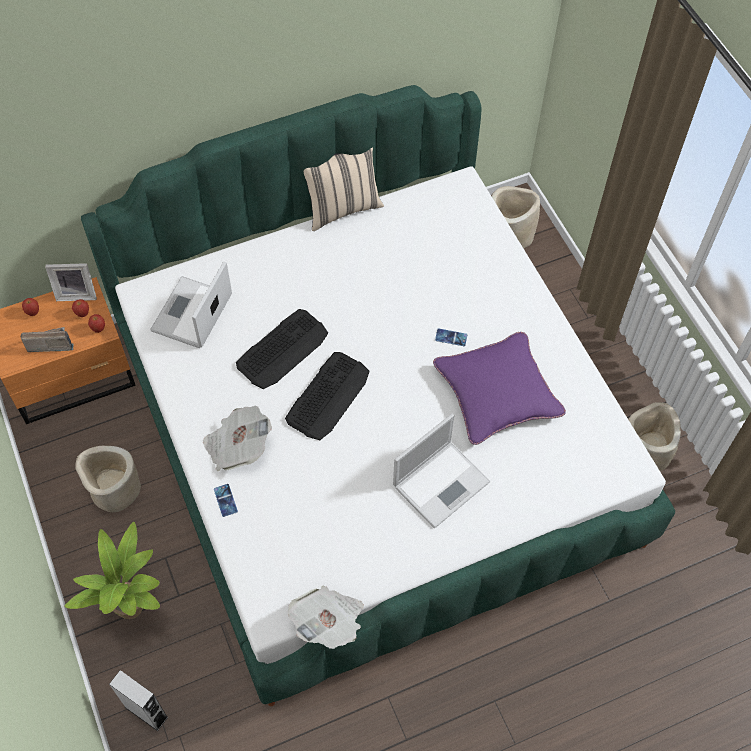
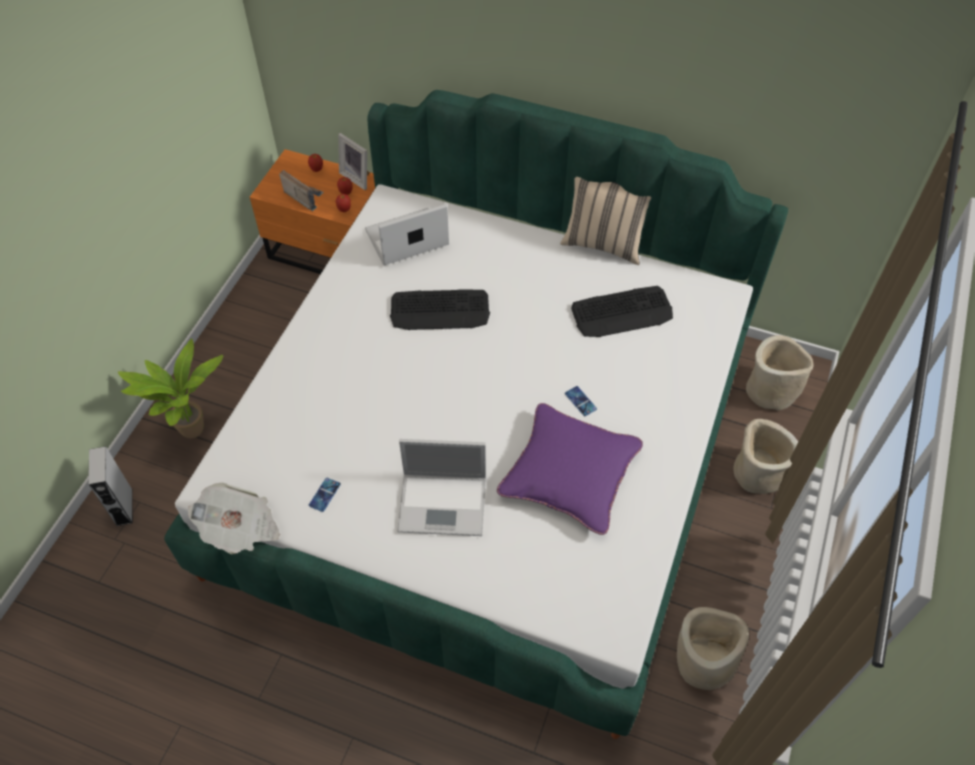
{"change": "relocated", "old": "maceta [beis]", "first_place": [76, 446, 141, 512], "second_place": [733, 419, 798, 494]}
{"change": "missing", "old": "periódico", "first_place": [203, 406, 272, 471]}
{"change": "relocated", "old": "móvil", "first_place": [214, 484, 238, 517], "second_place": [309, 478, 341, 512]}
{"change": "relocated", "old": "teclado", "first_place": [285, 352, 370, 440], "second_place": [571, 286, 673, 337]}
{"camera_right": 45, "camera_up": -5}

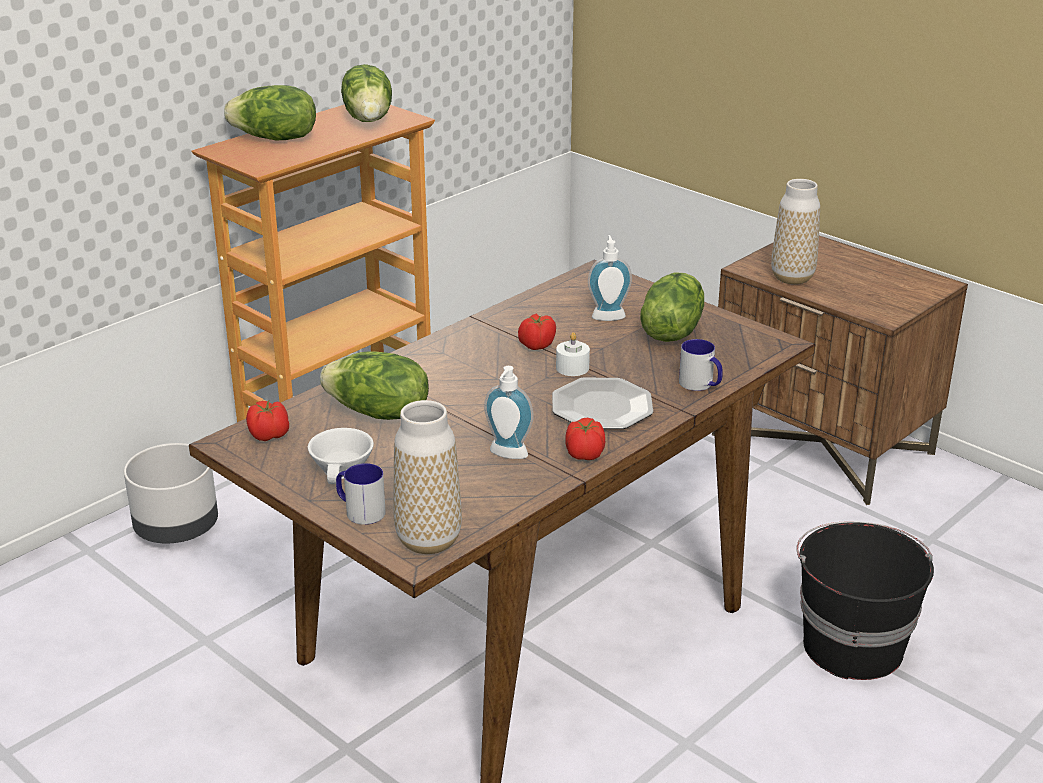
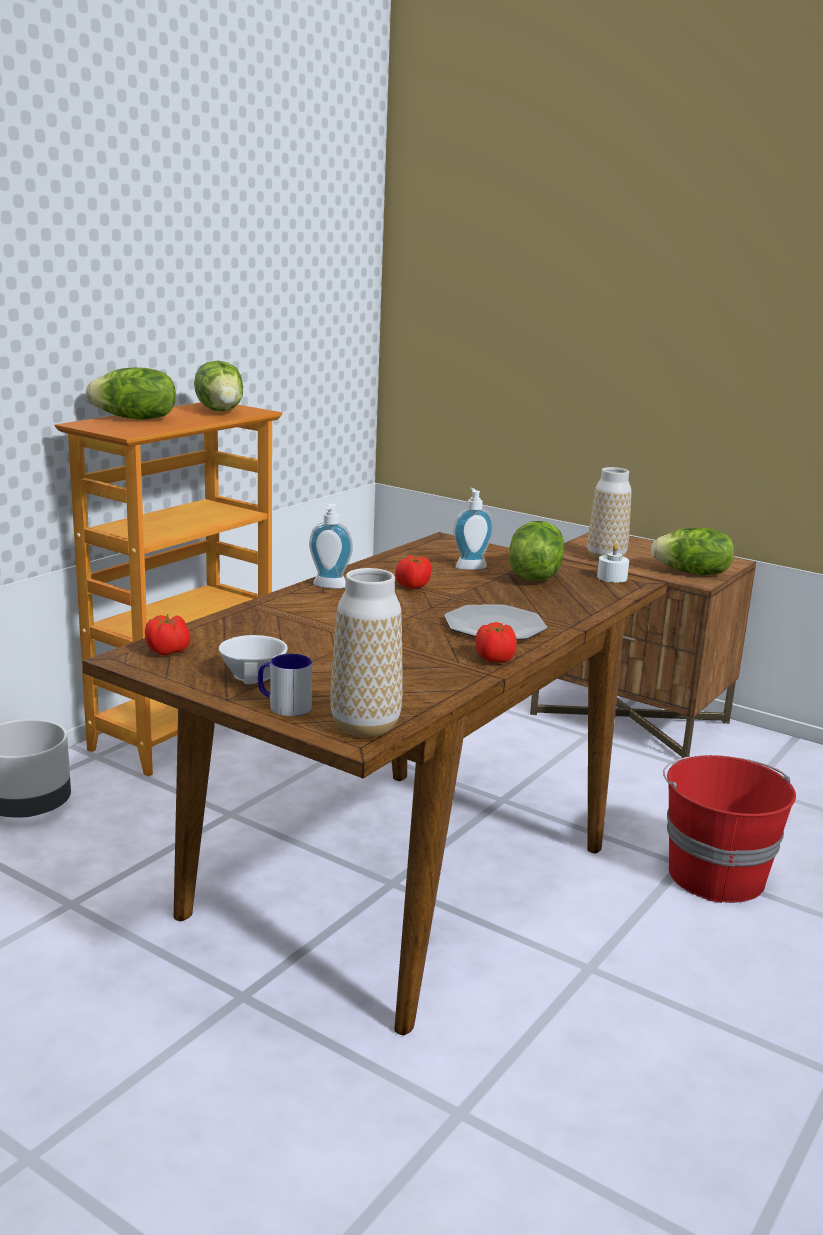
{"change": "relocated", "old": "lechuga", "first_place": [320, 351, 429, 420], "second_place": [651, 528, 734, 575]}
{"change": "relocated", "old": "dispensador de jabón", "first_place": [484, 366, 534, 459], "second_place": [309, 504, 353, 589]}
{"change": "relocated", "old": "vela [blanco]", "first_place": [556, 332, 590, 376], "second_place": [597, 543, 629, 583]}
{"change": "missing", "old": "taza grande", "first_place": [679, 339, 723, 391]}
{"change": "colour", "old": "cubo [negro]", "new": "cubo [rojo]", "first_place": [796, 521, 934, 680], "second_place": [663, 755, 796, 903]}
{"camera_right": -10, "camera_up": -10}

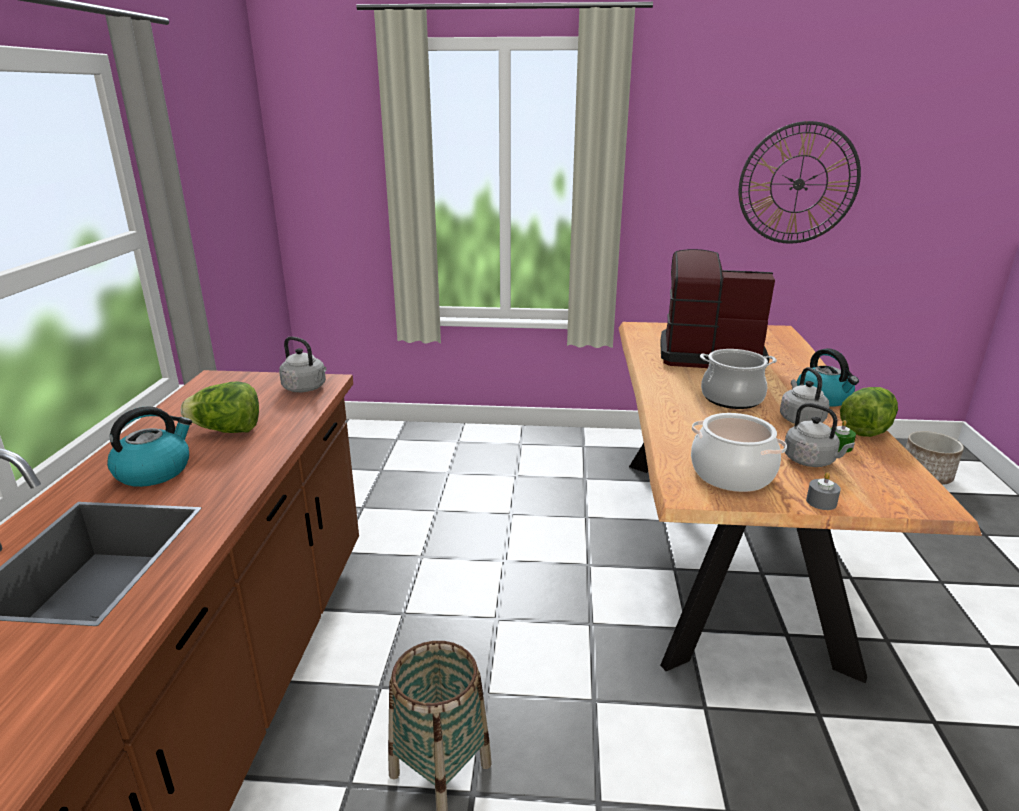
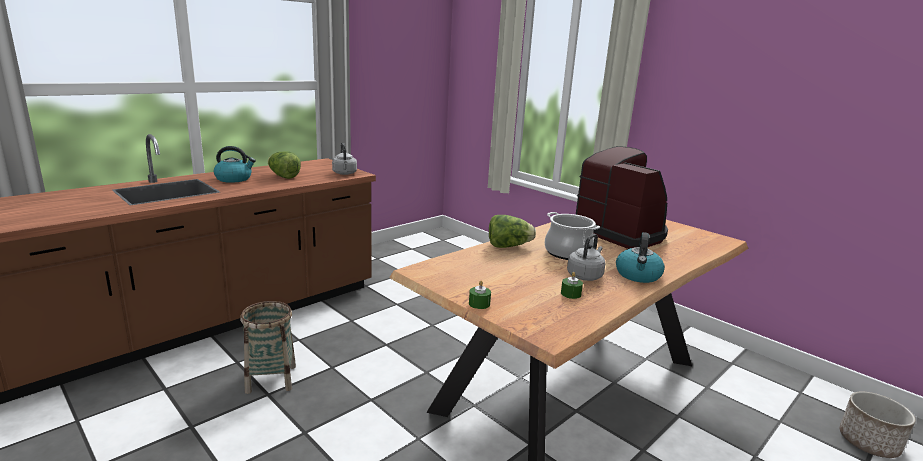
{"change": "missing", "old": "olla", "first_place": [691, 413, 787, 492]}
{"change": "missing", "old": "reloj de pared", "first_place": [739, 121, 861, 244]}
{"change": "missing", "old": "hervidor [gris]", "first_place": [784, 403, 855, 467]}
{"change": "colour", "old": "vela [gris]", "new": "vela [verde]", "first_place": [806, 472, 841, 510], "second_place": [469, 281, 491, 309]}
{"change": "relocated", "old": "lechuga", "first_place": [840, 387, 898, 437], "second_place": [489, 215, 536, 248]}
{"camera_right": 40, "camera_up": -5}

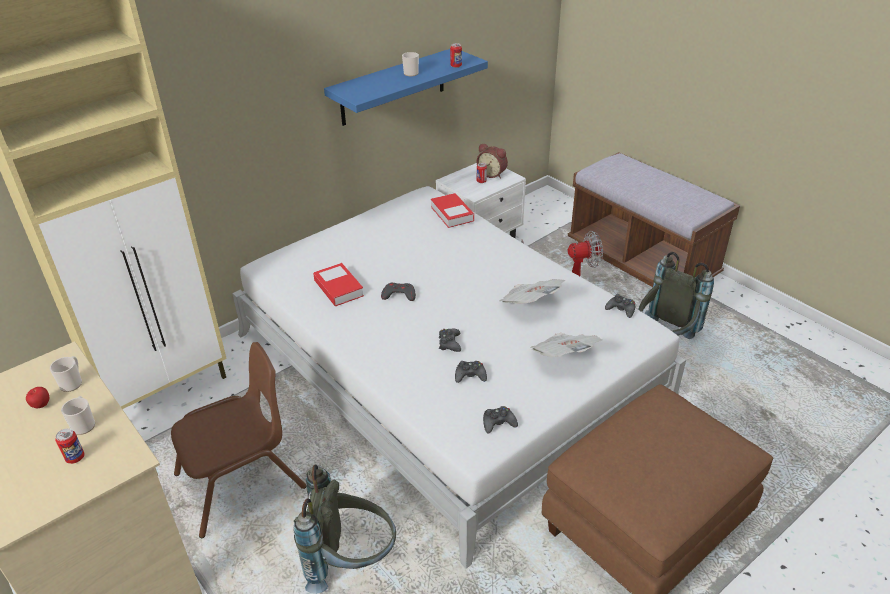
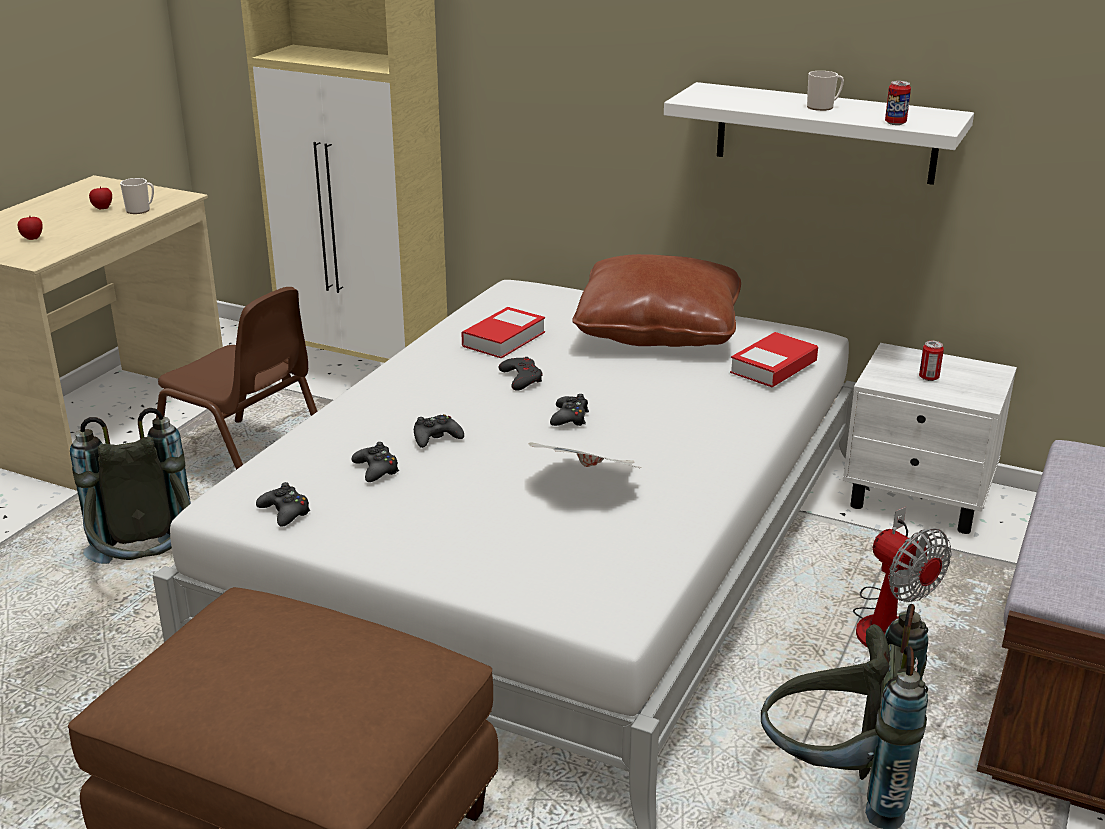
{"change": "exchanged", "old": "lata", "new": "manzana", "first_place": [55, 428, 85, 464], "second_place": [18, 215, 43, 240]}
{"change": "missing", "old": "taza grande", "first_place": [61, 396, 95, 435]}
{"change": "colour", "old": "estante [azul]", "new": "estante [blanco]", "first_place": [324, 49, 488, 126], "second_place": [664, 82, 974, 185]}
{"change": "missing", "old": "despertador", "first_place": [477, 143, 508, 179]}
{"change": "missing", "old": "periódico", "first_place": [531, 333, 602, 357]}
{"change": "relocated", "old": "mando de consola [negro]", "first_place": [605, 294, 635, 318], "second_place": [550, 394, 589, 426]}
{"change": "appeared", "new": "cojín [marrón]", "second_place": [572, 254, 741, 347]}
{"camera_right": 65, "camera_up": -10}

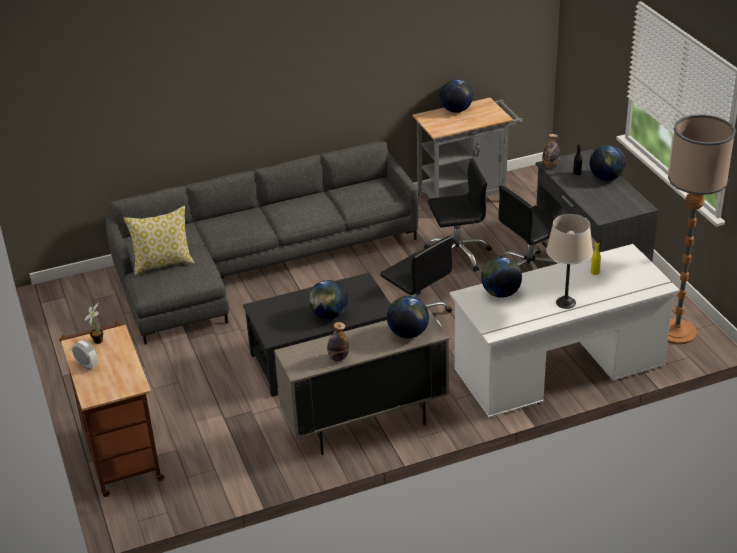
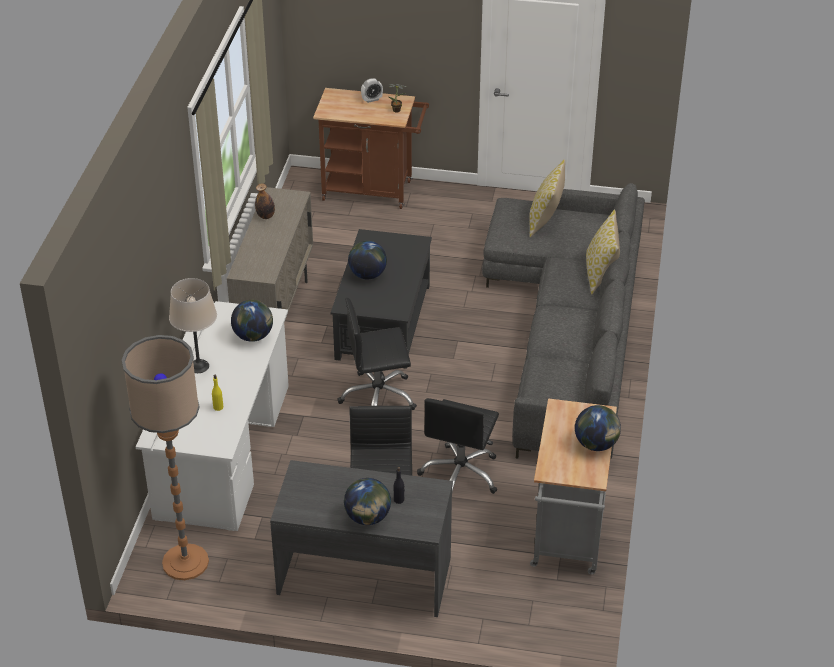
{"change": "missing", "old": "globo terráqueo", "first_place": [387, 296, 429, 338]}
{"change": "missing", "old": "botella", "first_place": [542, 134, 560, 168]}
{"change": "appeared", "new": "cojín", "second_place": [586, 209, 620, 295]}
{"camera_right": 120, "camera_up": 5}

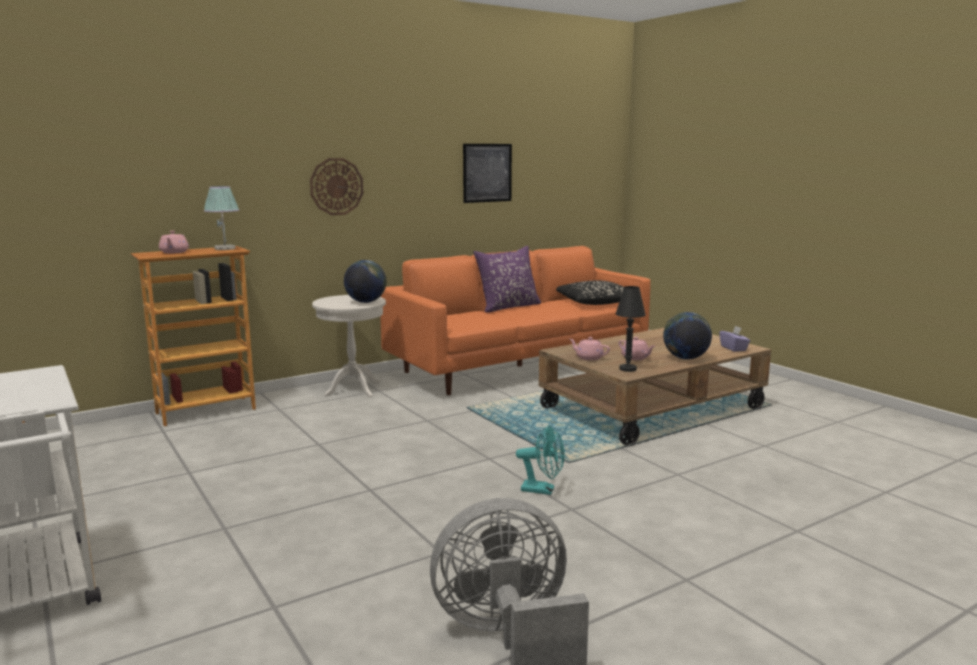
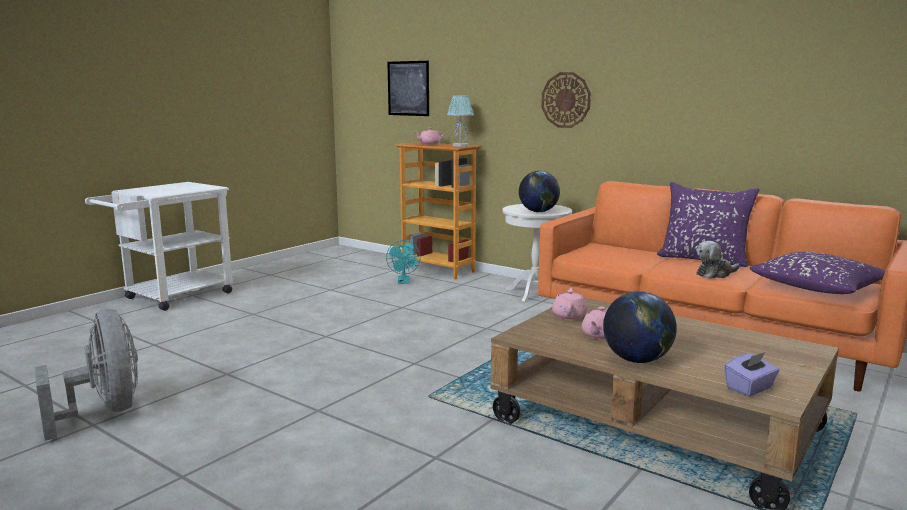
{"change": "relocated", "old": "cuadro", "first_place": [463, 144, 512, 203], "second_place": [387, 61, 429, 116]}
{"change": "relocated", "old": "ventilador [turquesa]", "first_place": [516, 425, 565, 495], "second_place": [386, 240, 421, 284]}
{"change": "colour", "old": "cojín [negro]", "new": "cojín [morado]", "first_place": [556, 280, 624, 305], "second_place": [750, 252, 886, 294]}
{"change": "missing", "old": "lámpara de mesa [negro]", "first_place": [616, 286, 646, 372]}
{"change": "appeared", "new": "peluche", "second_place": [696, 241, 740, 279]}
{"camera_right": 70, "camera_up": 0}

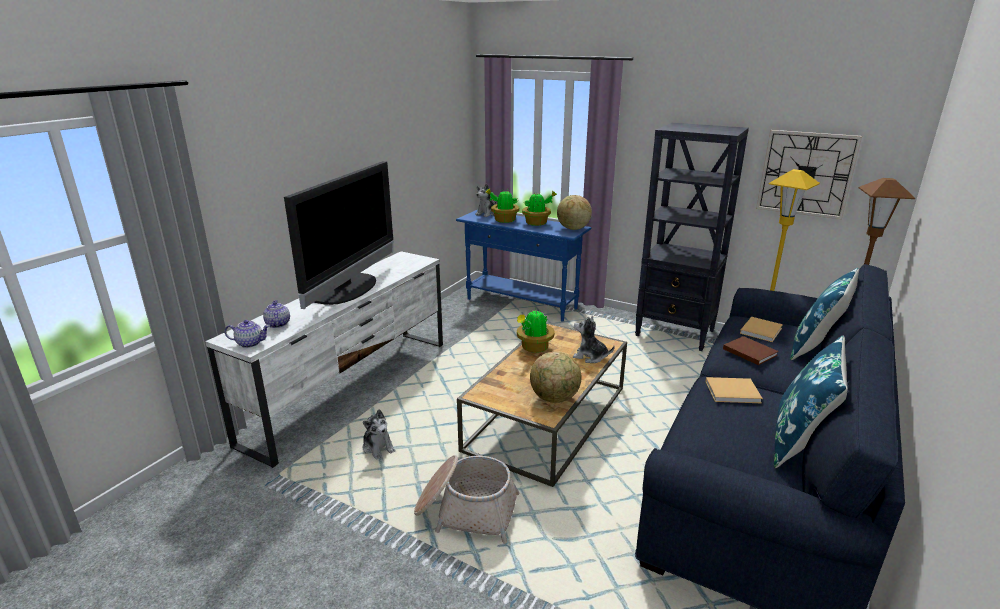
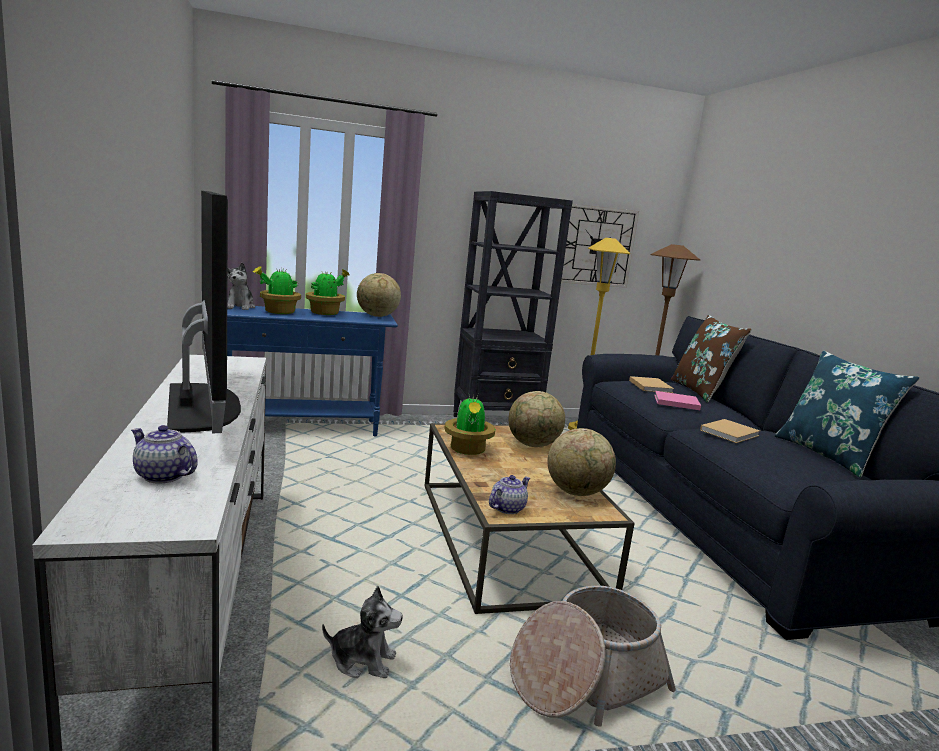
{"change": "relocated", "old": "tetera", "first_place": [225, 320, 270, 348], "second_place": [489, 475, 530, 514]}
{"change": "exchanged", "old": "peluche", "new": "globo terráqueo", "first_place": [573, 316, 615, 363], "second_place": [508, 391, 565, 447]}
{"change": "colour", "old": "libro [marrón]", "new": "libro [rosa]", "first_place": [723, 336, 779, 365], "second_place": [654, 391, 701, 410]}
{"change": "colour", "old": "cojín [azul]", "new": "cojín [marrón]", "first_place": [790, 268, 859, 360], "second_place": [671, 315, 752, 403]}
{"camera_right": -45, "camera_up": -10}

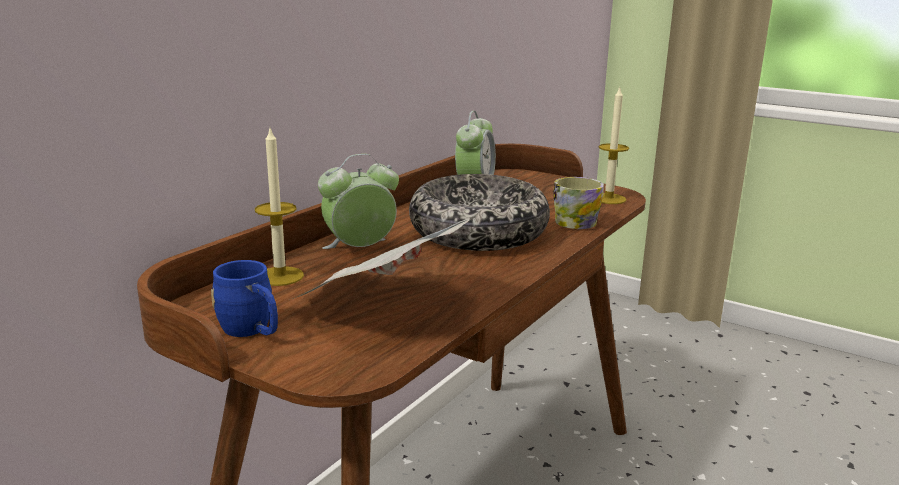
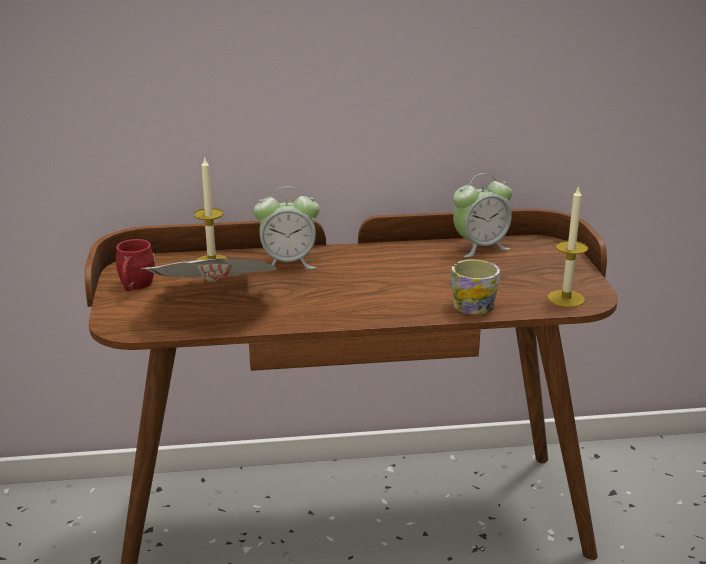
{"change": "colour", "old": "taza grande [azul]", "new": "taza grande [rojo]", "first_place": [211, 260, 278, 337], "second_place": [116, 239, 155, 291]}
{"change": "spun", "old": "despertador", "first_place": [318, 154, 399, 249], "second_place": [254, 187, 320, 271], "degrees": 150}
{"change": "missing", "old": "cuenco", "first_place": [409, 174, 550, 251]}
{"camera_right": 50, "camera_up": 5}

